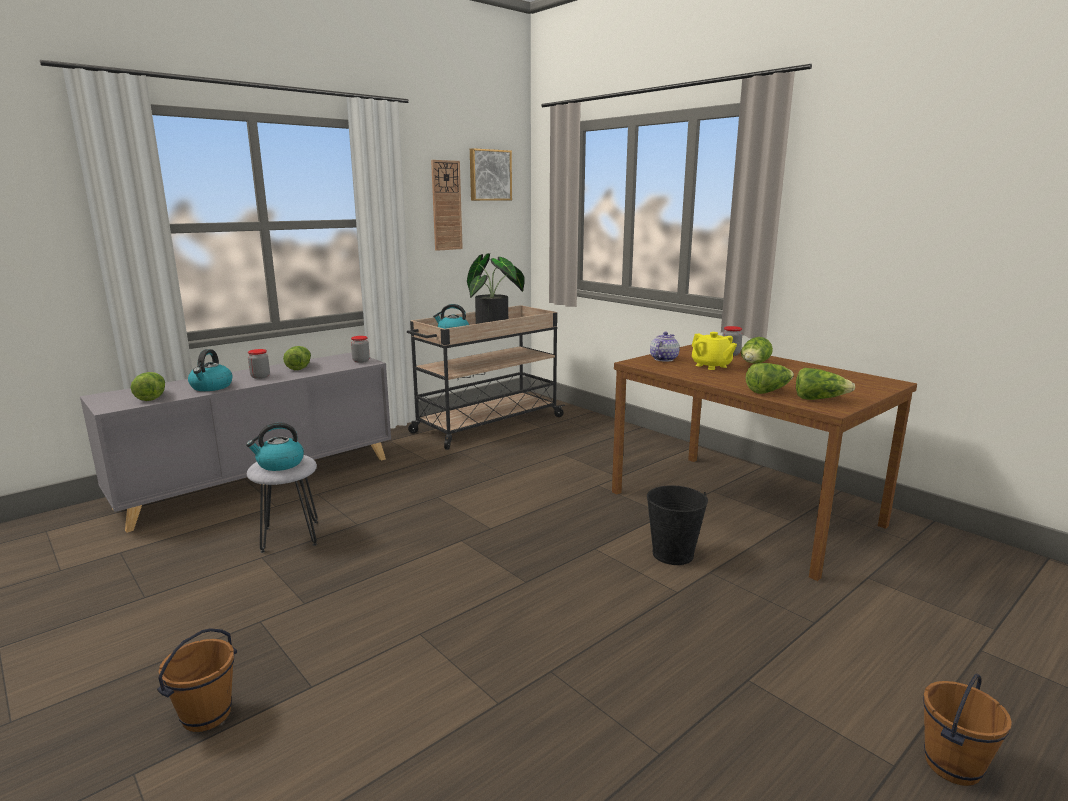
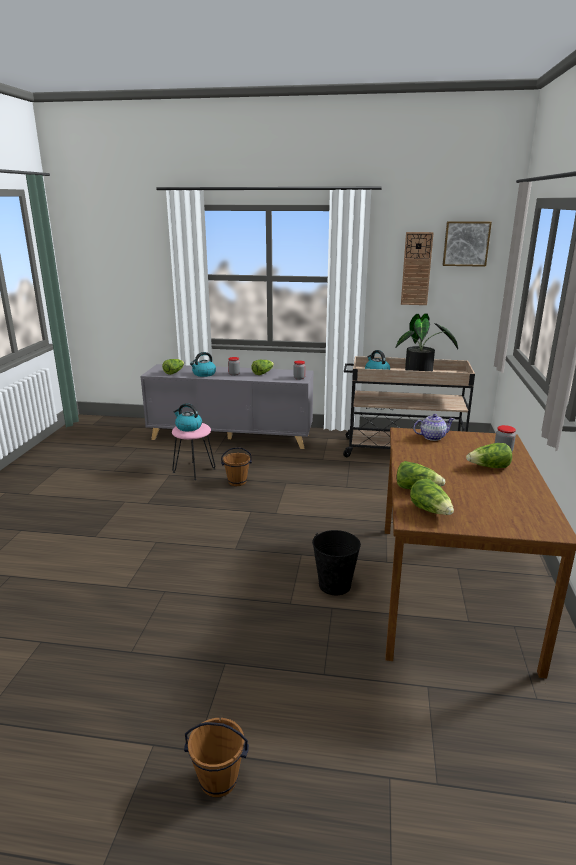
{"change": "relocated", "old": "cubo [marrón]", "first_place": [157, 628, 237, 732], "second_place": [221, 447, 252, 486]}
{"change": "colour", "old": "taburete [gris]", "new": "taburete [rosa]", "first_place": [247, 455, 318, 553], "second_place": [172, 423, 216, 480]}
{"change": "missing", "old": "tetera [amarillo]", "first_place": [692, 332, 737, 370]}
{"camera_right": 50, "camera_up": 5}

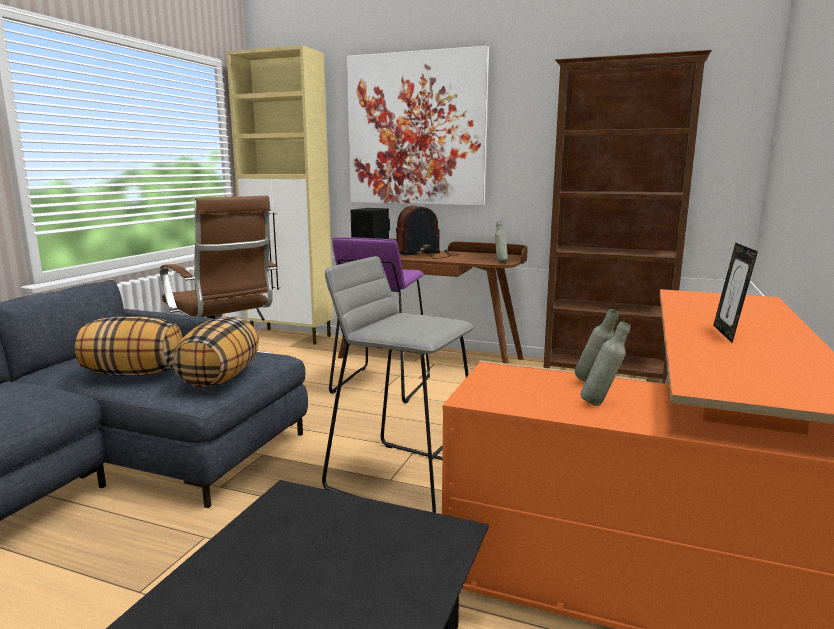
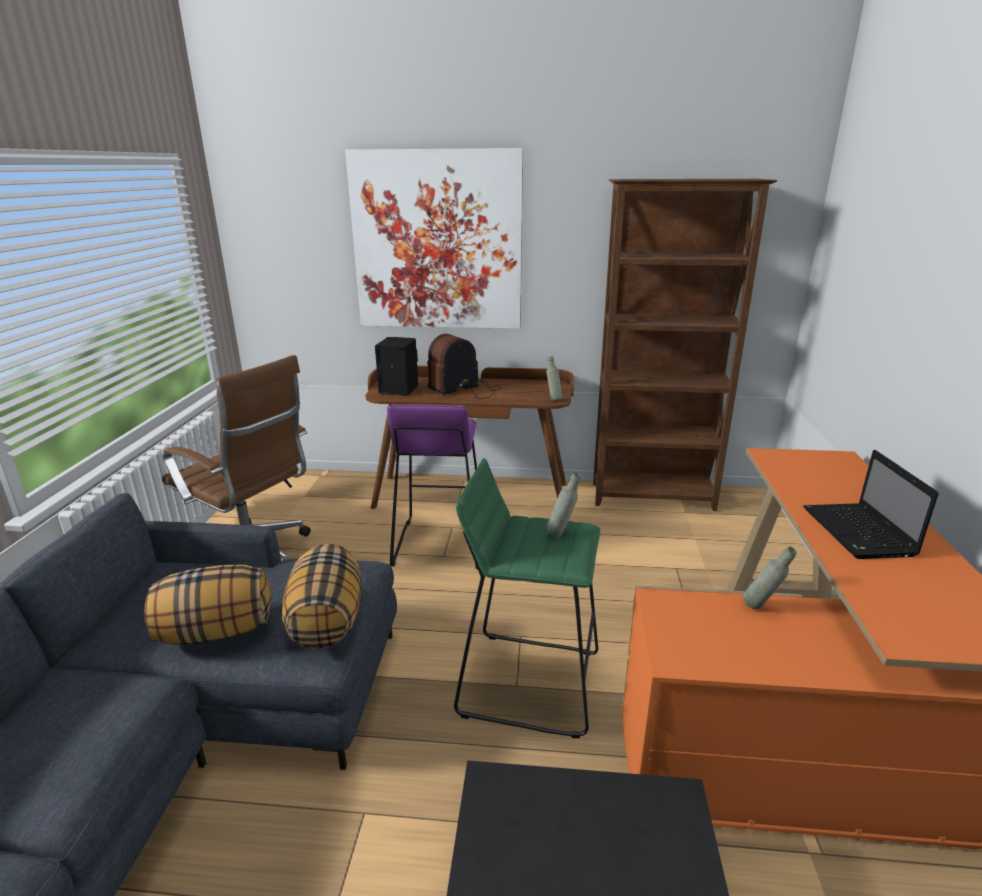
{"change": "missing", "old": "armario [beis]", "first_place": [226, 45, 333, 345]}
{"change": "colour", "old": "taburete [gris]", "new": "taburete [verde]", "first_place": [322, 256, 475, 513], "second_place": [454, 458, 600, 738]}
{"change": "relocated", "old": "botella [gris]", "first_place": [580, 321, 631, 406], "second_place": [546, 473, 581, 537]}
{"change": "exchanged", "old": "portarretratos", "new": "portátil", "first_place": [713, 243, 758, 343], "second_place": [803, 450, 939, 559]}
{"camera_right": -15, "camera_up": 10}

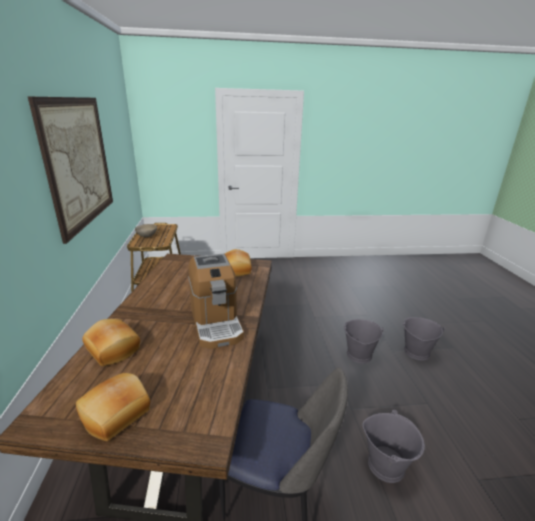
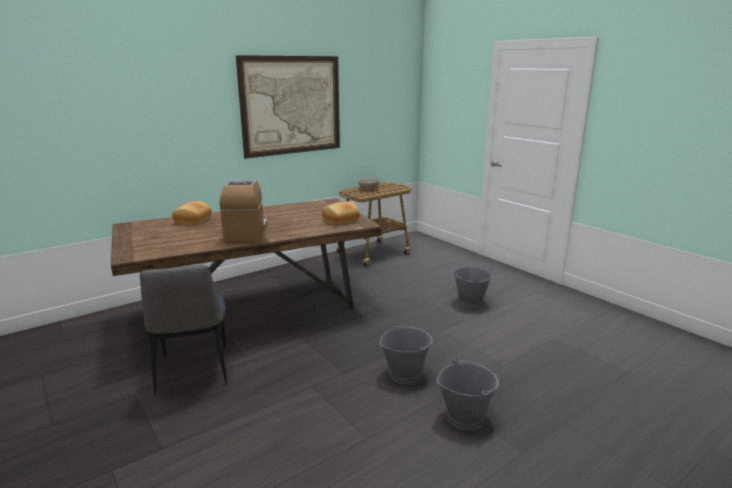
{"change": "missing", "old": "pan", "first_place": [76, 373, 150, 441]}
{"change": "spun", "old": "cafetera", "first_place": [188, 254, 244, 349], "second_place": [220, 180, 267, 243], "degrees": 135}
{"change": "relocated", "old": "cubo [gris]", "first_place": [362, 410, 425, 483], "second_place": [454, 266, 493, 308]}
{"camera_right": 60, "camera_up": -5}

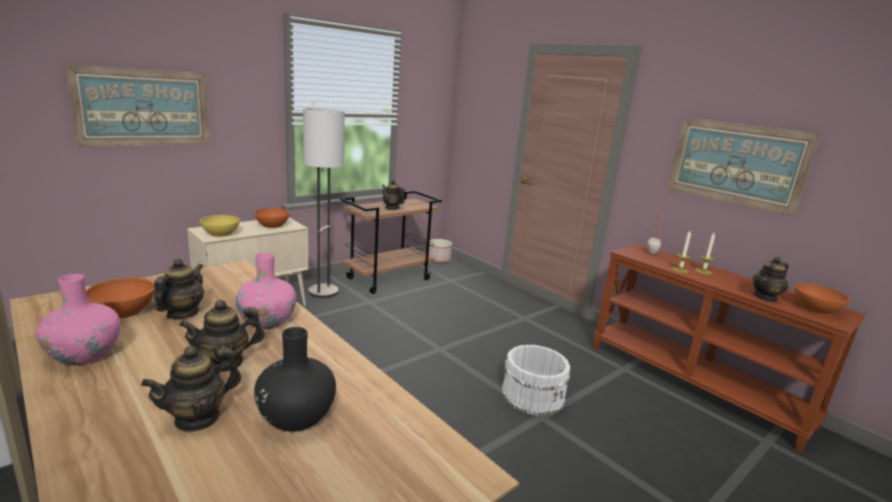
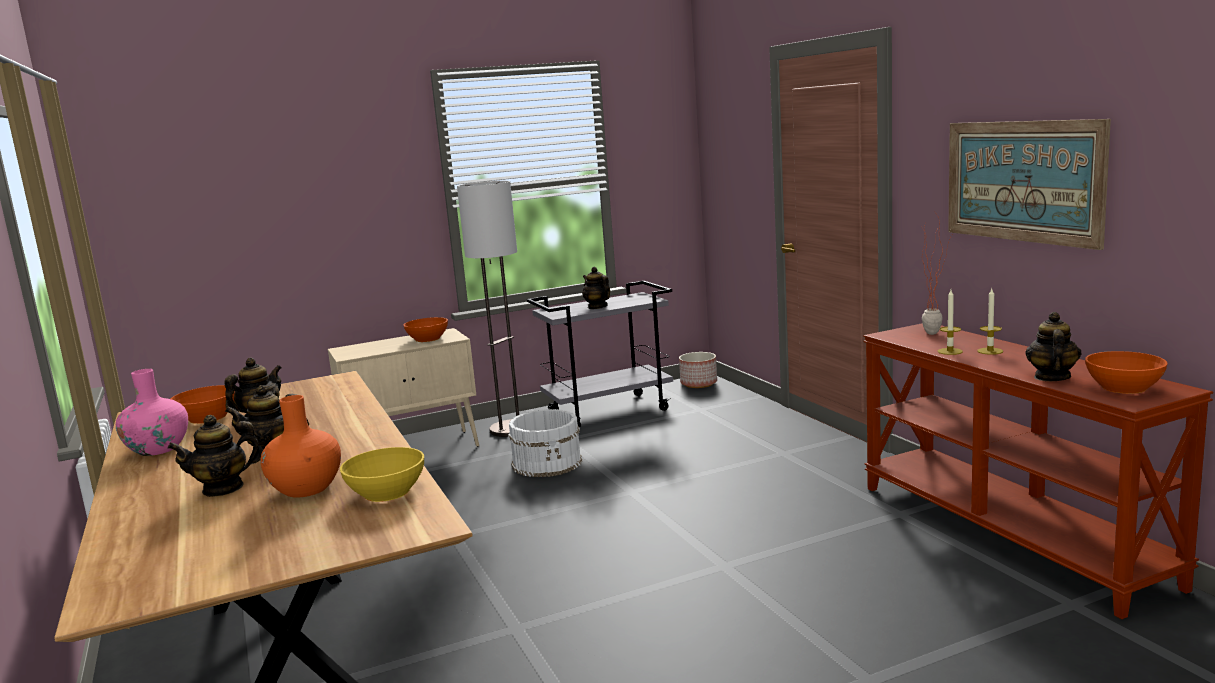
{"change": "missing", "old": "cuadro", "first_place": [65, 65, 210, 147]}
{"change": "relocated", "old": "cuenco [amarillo]", "first_place": [200, 215, 240, 237], "second_place": [340, 447, 424, 502]}
{"change": "missing", "old": "florero [rosa]", "first_place": [235, 253, 296, 329]}
{"change": "colour", "old": "florero [negro]", "new": "florero [naranja]", "first_place": [254, 327, 336, 432], "second_place": [260, 395, 341, 498]}
{"change": "colour", "old": "carrito [marrón]", "new": "carrito [gris]", "first_place": [340, 191, 442, 294], "second_place": [527, 281, 673, 427]}
{"change": "relocated", "old": "cubo [blanco]", "first_place": [501, 345, 570, 416], "second_place": [508, 409, 583, 477]}
{"change": "spun", "old": "tetera", "first_place": [753, 257, 789, 302], "second_place": [1025, 312, 1081, 381], "degrees": 120}
{"camera_right": 20, "camera_up": -5}

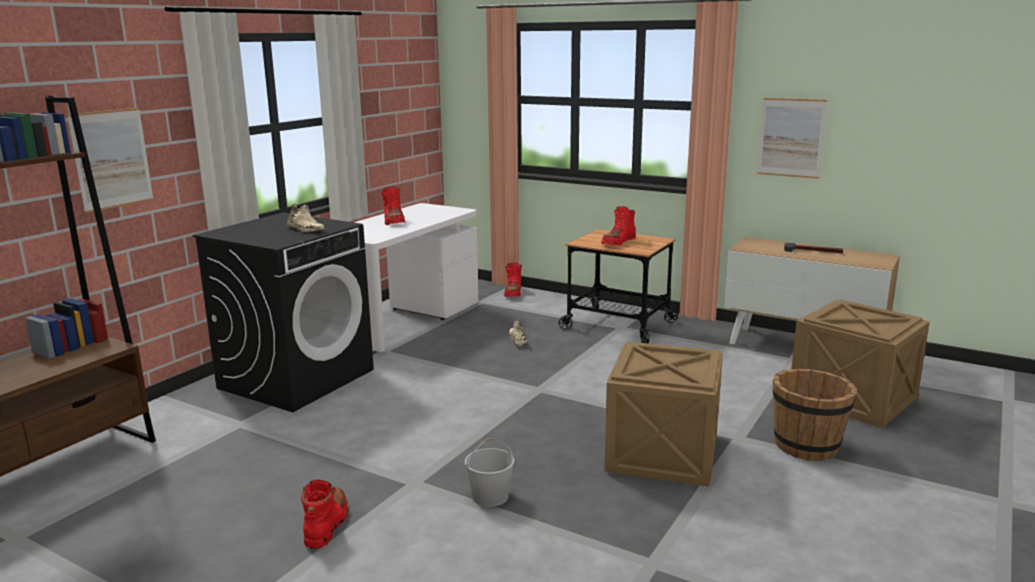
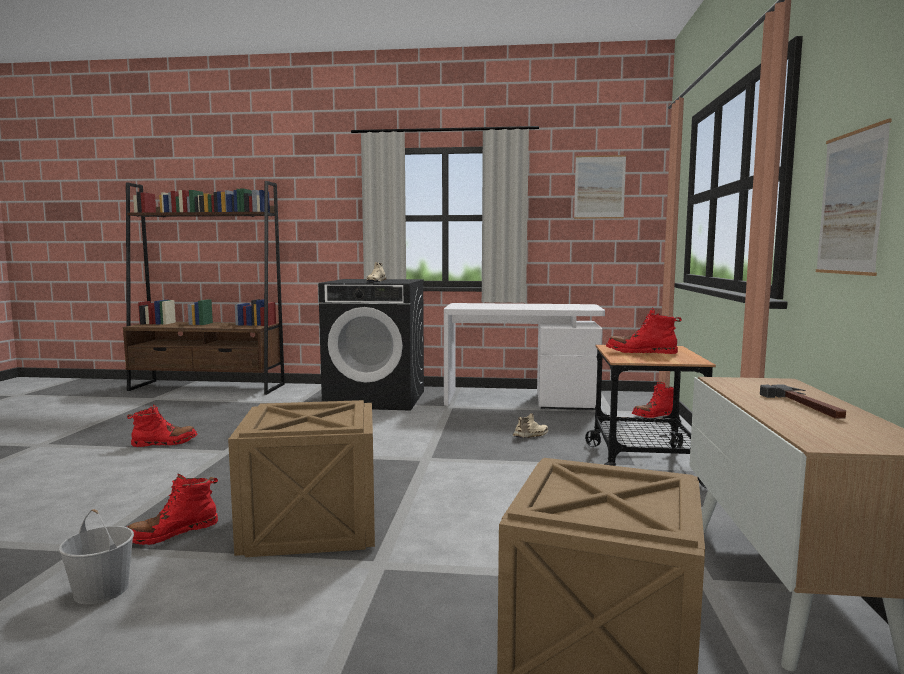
{"change": "relocated", "old": "cuadro", "first_place": [67, 108, 154, 213], "second_place": [574, 155, 626, 219]}
{"change": "relocated", "old": "bota [rojo]", "first_place": [381, 186, 405, 225], "second_place": [127, 474, 218, 545]}
{"change": "relocated", "old": "cubo [blanco]", "first_place": [465, 438, 514, 507], "second_place": [59, 509, 134, 604]}
{"change": "missing", "old": "cubo [marrón]", "first_place": [773, 369, 857, 461]}
{"camera_right": 65, "camera_up": -10}

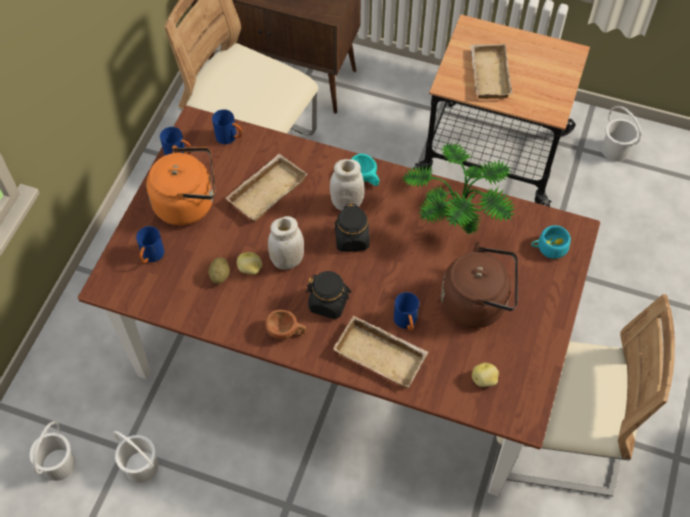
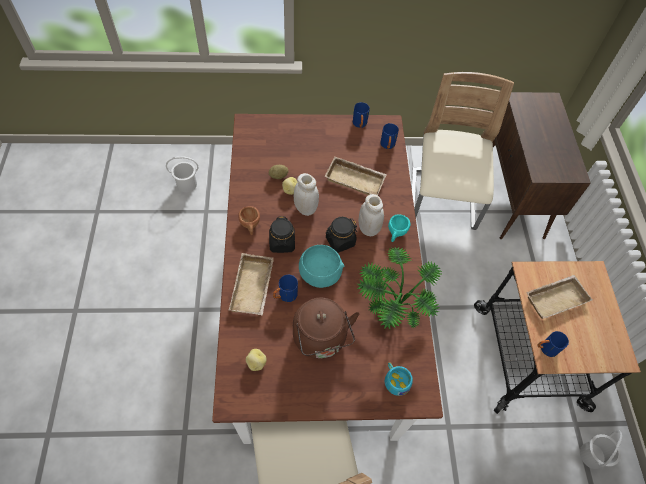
{"change": "missing", "old": "cubo [blanco]", "first_place": [113, 431, 159, 483]}
{"change": "relocated", "old": "taza grande [azul]", "first_place": [136, 226, 164, 264], "second_place": [537, 331, 569, 357]}
{"change": "missing", "old": "hervidor [naranja]", "first_place": [146, 145, 215, 225]}
{"change": "appeared", "new": "cuenco [turquesa]", "second_place": [299, 245, 344, 288]}
{"camera_right": 65, "camera_up": 0}

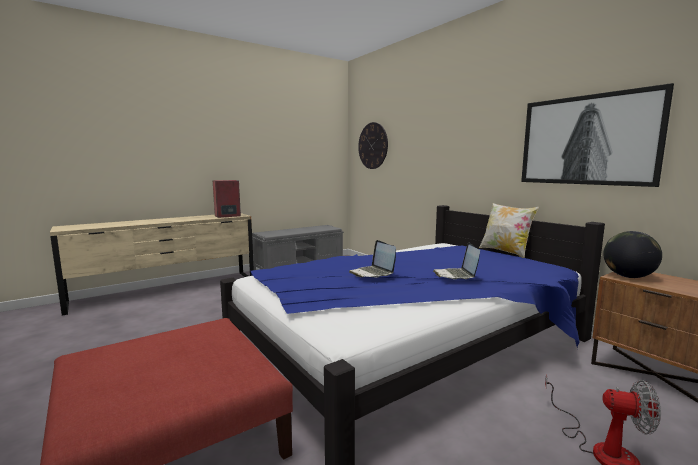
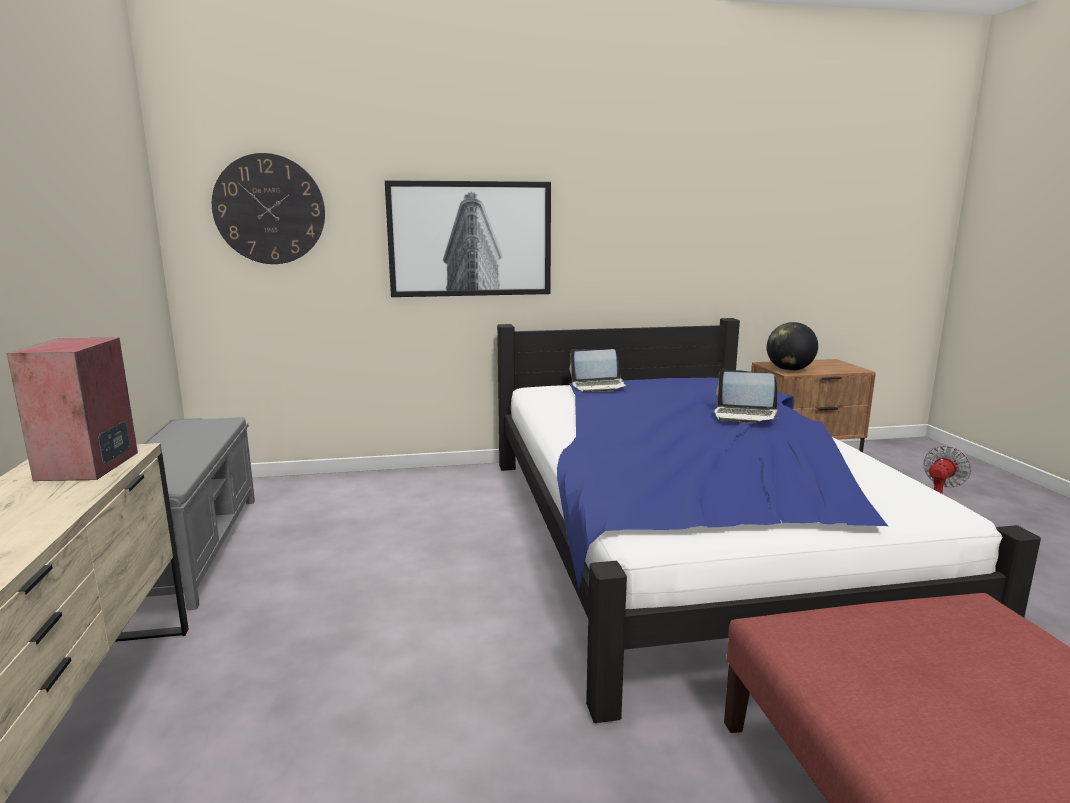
{"change": "relocated", "old": "portátil", "first_place": [349, 240, 396, 278], "second_place": [570, 349, 628, 392]}
{"change": "missing", "old": "cojín", "first_place": [479, 203, 539, 258]}
{"change": "relocated", "old": "cuadro", "first_place": [521, 83, 674, 187], "second_place": [385, 180, 551, 297]}
{"camera_right": -65, "camera_up": 5}

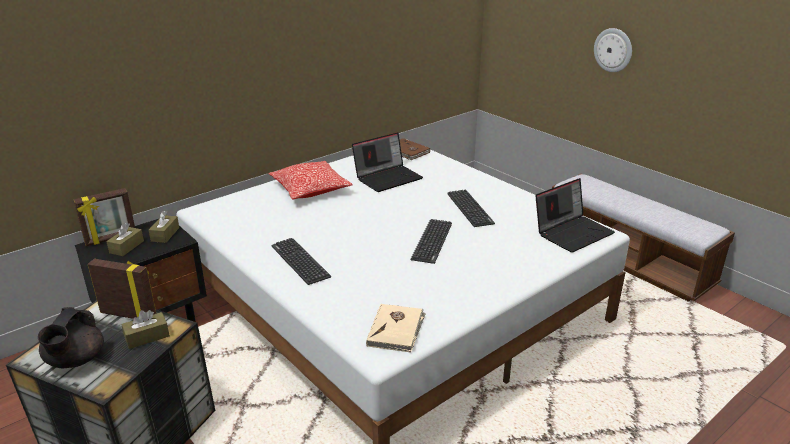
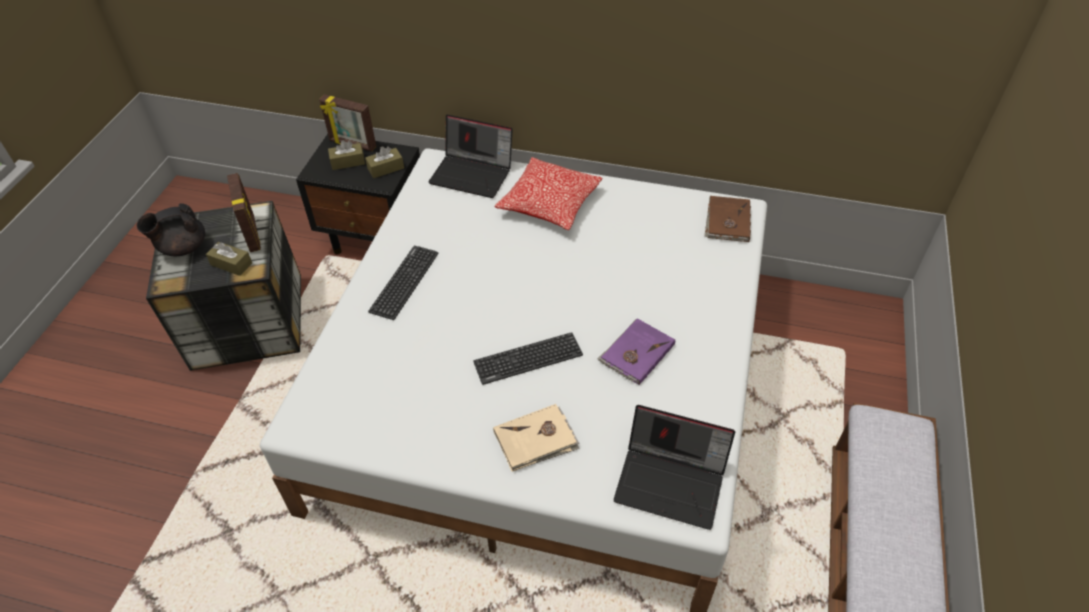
{"change": "relocated", "old": "portátil", "first_place": [352, 132, 423, 192], "second_place": [428, 115, 513, 198]}
{"change": "relocated", "old": "libro [beis]", "first_place": [366, 304, 426, 353], "second_place": [493, 404, 579, 472]}
{"change": "exchanged", "old": "teclado", "new": "libro [morado]", "first_place": [447, 189, 495, 227], "second_place": [597, 318, 675, 385]}
{"change": "missing", "old": "reloj de pared", "first_place": [594, 28, 632, 72]}
{"camera_right": 55, "camera_up": 20}

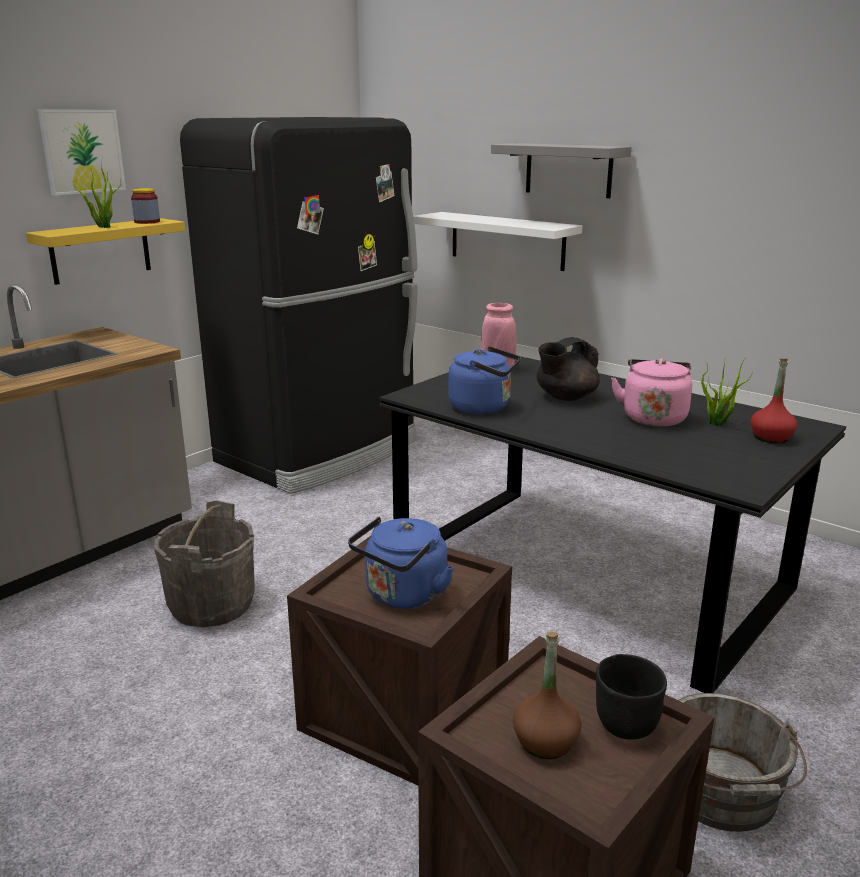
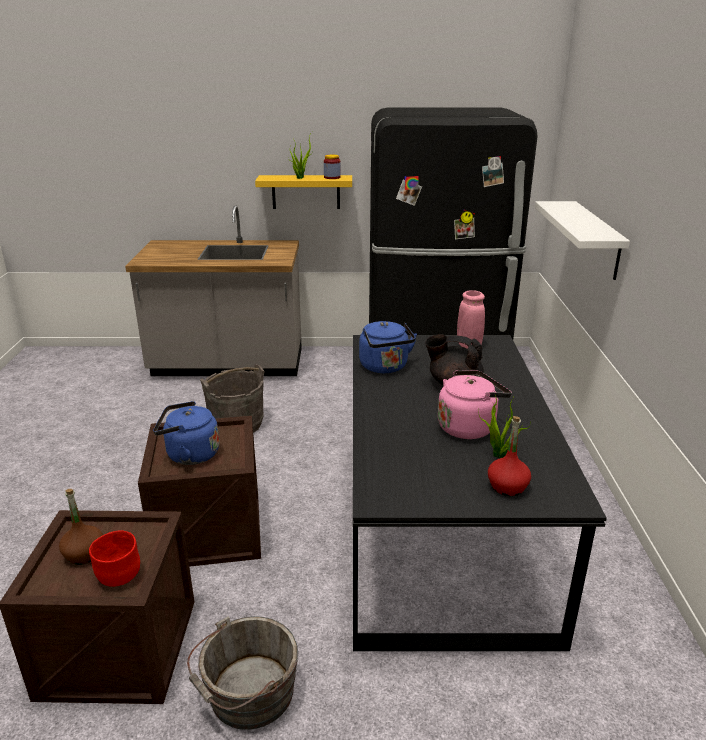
{"change": "missing", "old": "cuadro", "first_place": [38, 110, 126, 196]}
{"change": "missing", "old": "estante [gris]", "first_place": [491, 143, 631, 198]}
{"change": "colour", "old": "cuenco [negro]", "new": "cuenco [rojo]", "first_place": [596, 654, 667, 740], "second_place": [89, 531, 140, 587]}
{"camera_right": 50, "camera_up": 5}

